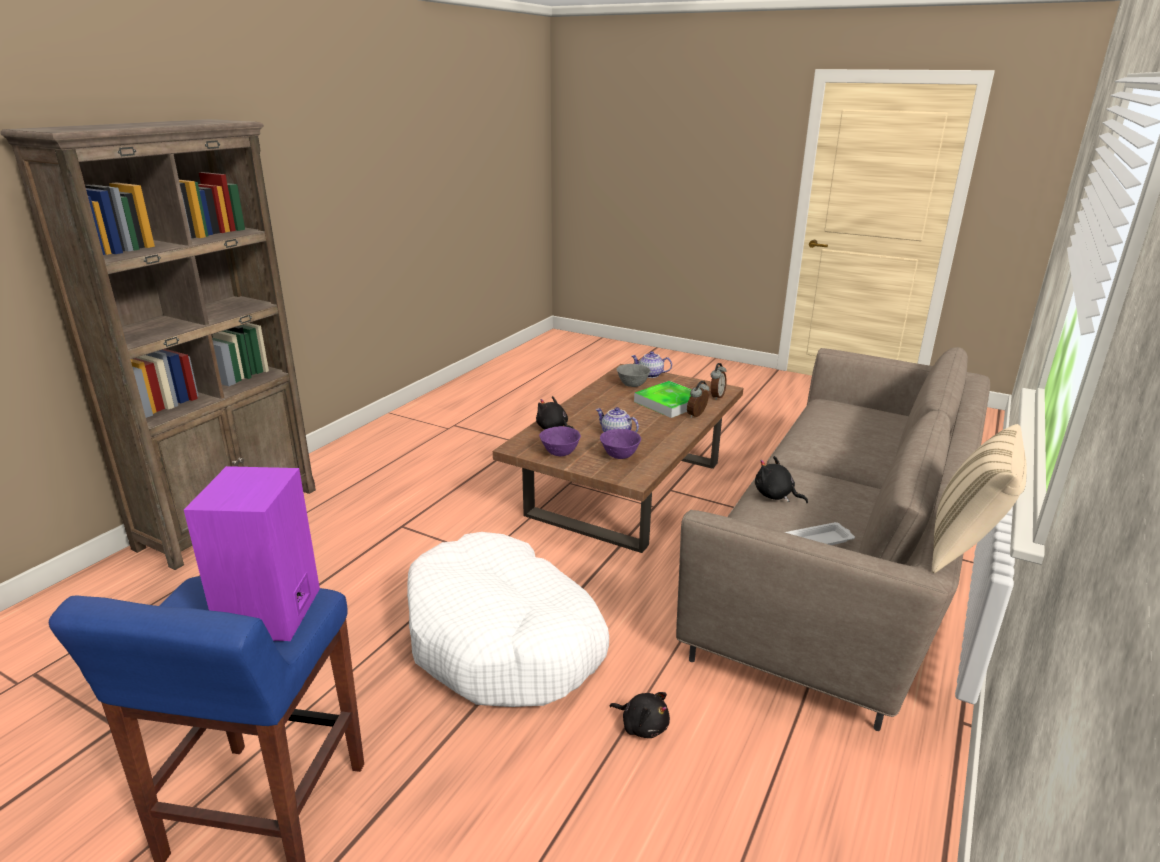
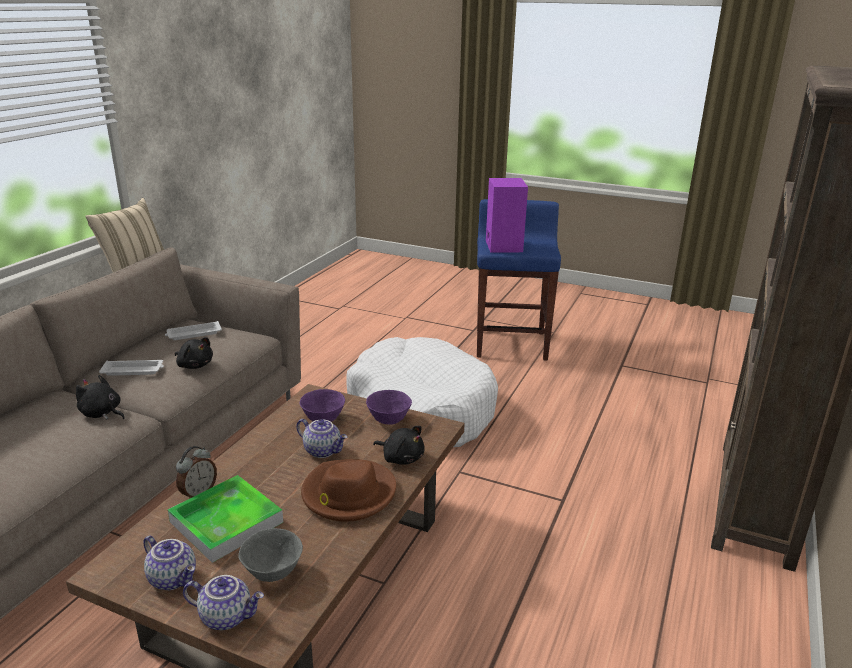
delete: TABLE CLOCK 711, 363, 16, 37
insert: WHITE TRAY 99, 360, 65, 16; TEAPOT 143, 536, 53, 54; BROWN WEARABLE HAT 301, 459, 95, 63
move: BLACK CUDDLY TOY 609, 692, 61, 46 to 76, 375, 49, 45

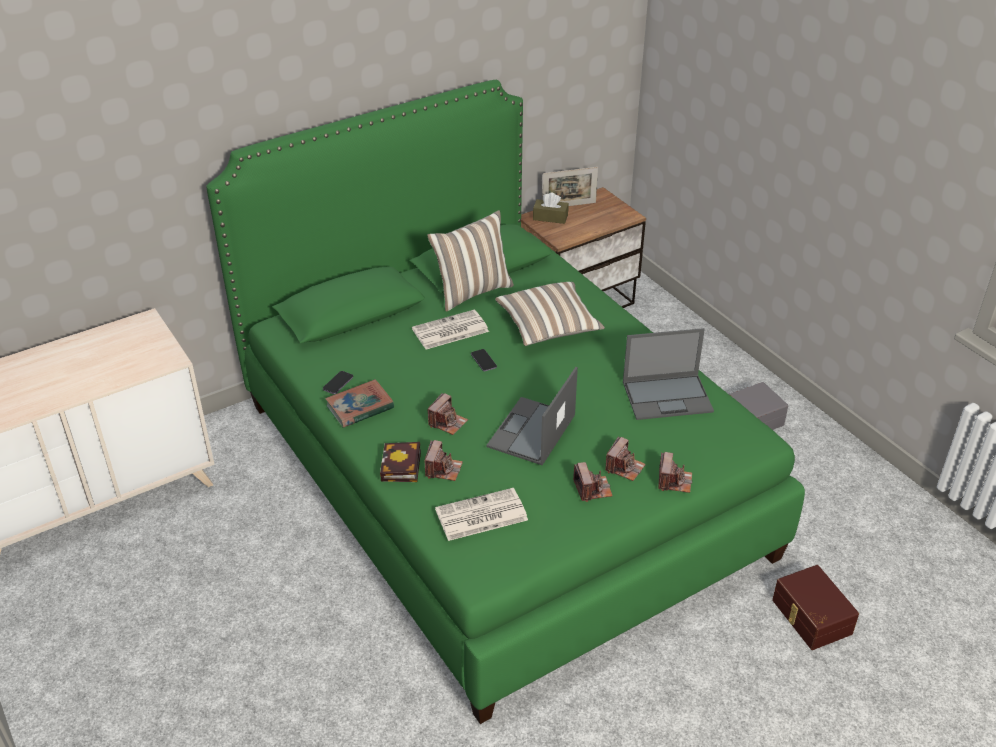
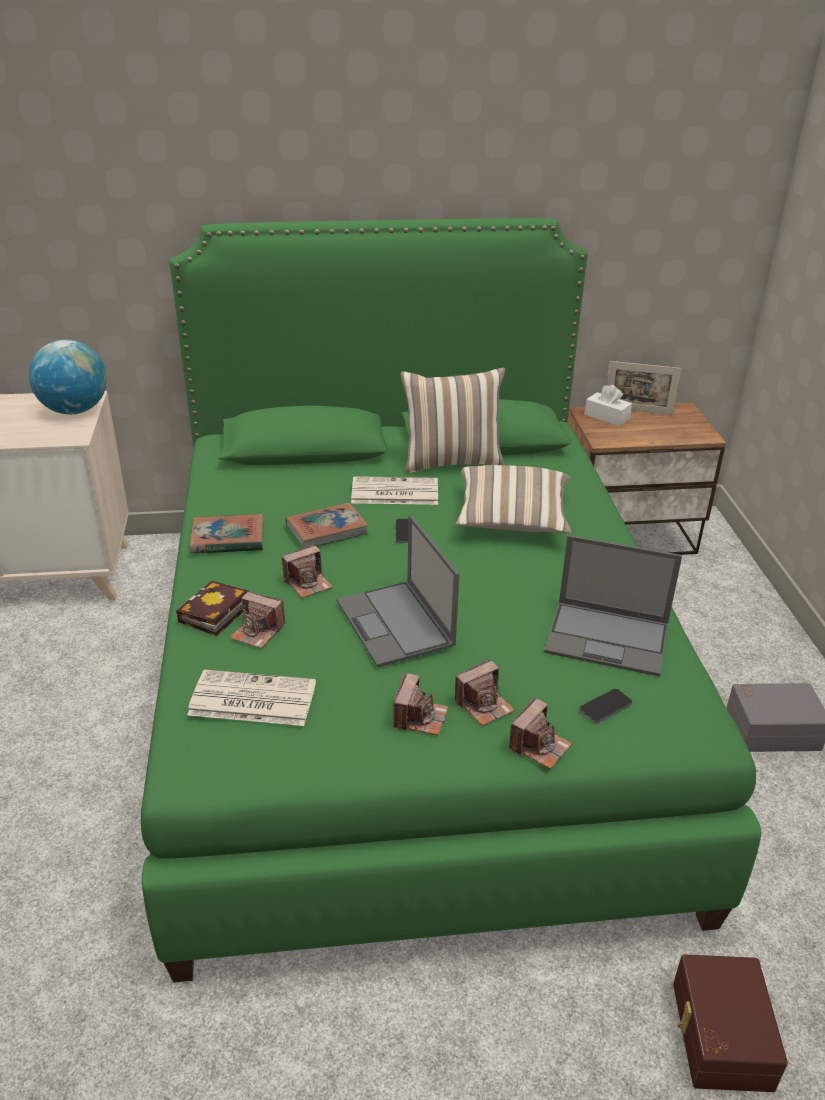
insert: WORLD GLOBE 29, 340, 78, 74; BOUND BOOK 285, 502, 84, 46
move: TELEPHONE 323, 371, 30, 23 to 579, 689, 53, 34
recolor: BROWN BOX OF TISSUES 533, 192, 36, 32 to WHITE BOX OF TISSUES 585, 385, 47, 41
rotate: PHOTO CAMERA 425, 440, 38, 41 = 230, 592, 55, 57 75 degrees clockwise; LAPTOP 486, 367, 92, 98 = 337, 515, 122, 152 75 degrees counterclockwise

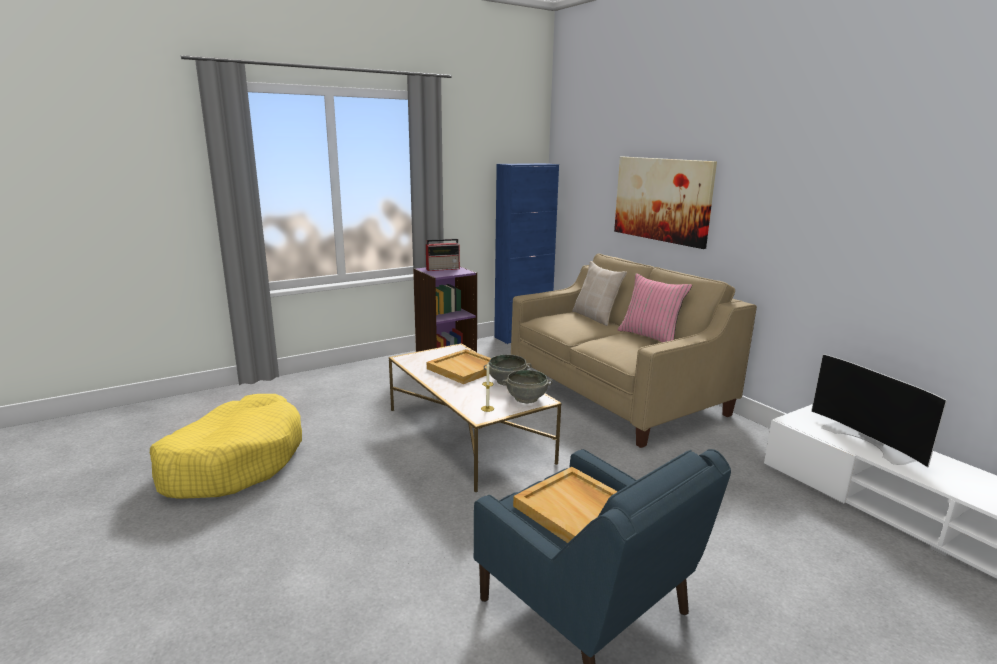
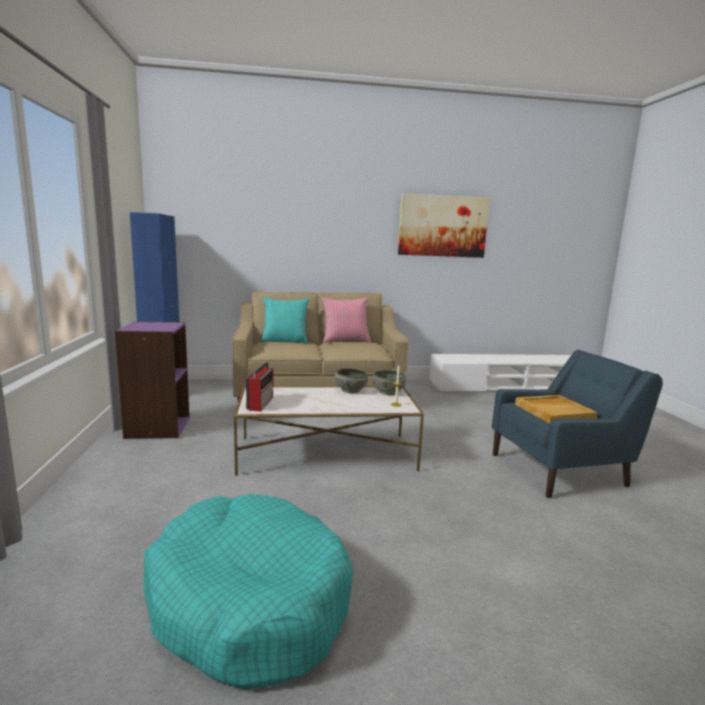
delete: SAND-COLOURED TRAY 427, 349, 64, 35; TV SET 811, 354, 136, 114
move: RADIO RECEIVER 426, 239, 34, 32 to 246, 362, 27, 50; WALL ART 614, 157, 103, 92 to 398, 193, 92, 65
recolor: YELLOW-COLOURED DOG CUSHION 150, 394, 152, 105 to TURQUOISE-COLOURED DOG CUSHION 144, 494, 209, 195; SAND-COLOURED THROW PILLOW 572, 261, 55, 65 to TURQUOISE-COLOURED THROW PILLOW 261, 297, 48, 46

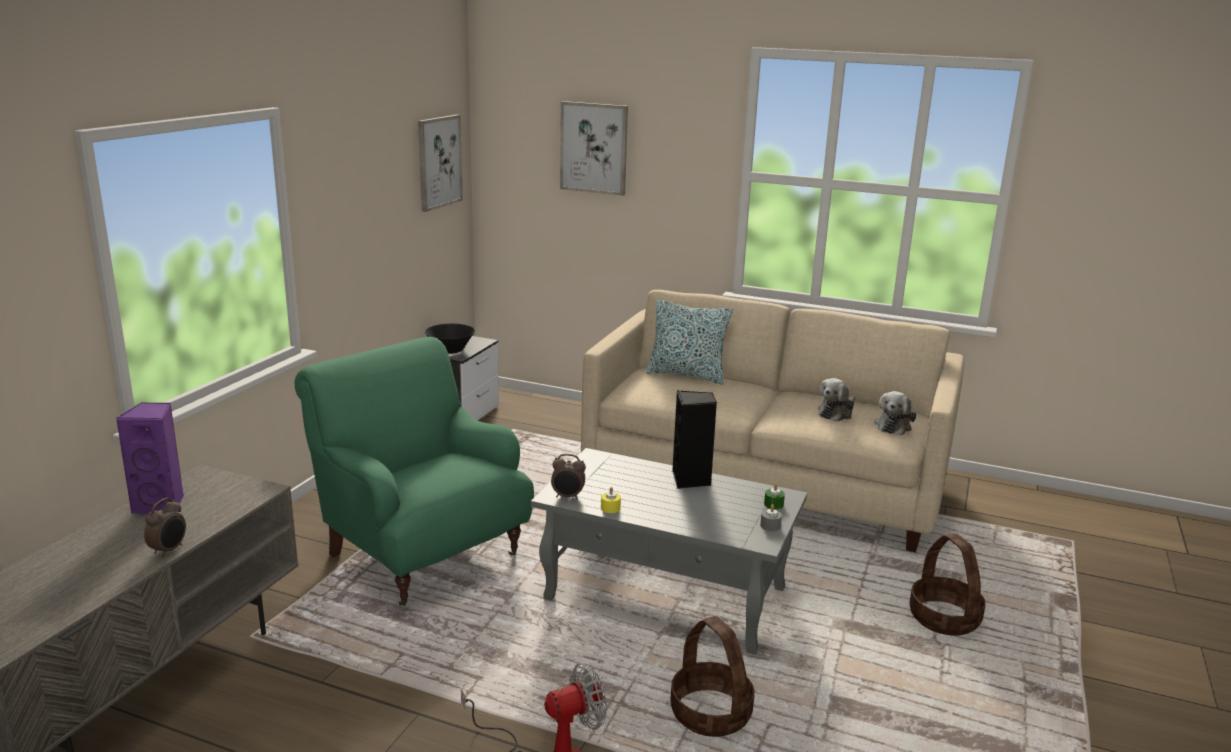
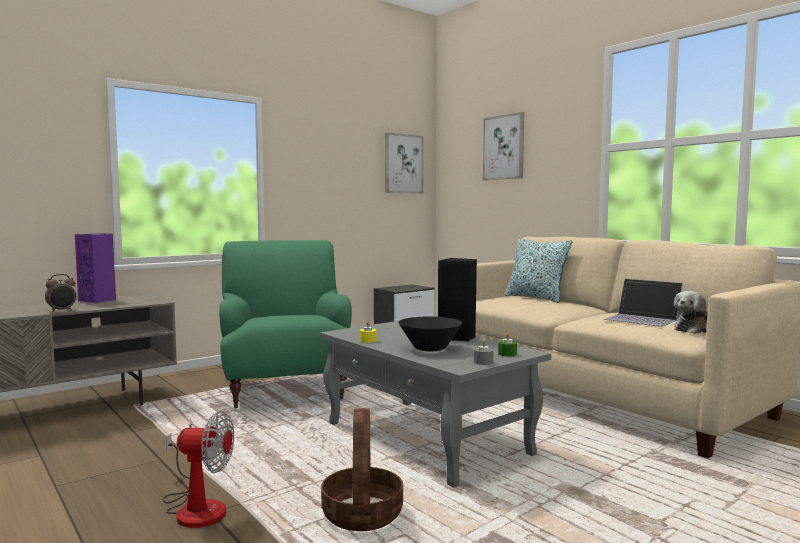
delete: TABLE CLOCK 551, 454, 35, 45; HOUSEHOLD BASKET 909, 534, 77, 102
move: BLACK SERVING BOWL 425, 324, 50, 30 to 398, 317, 65, 34
replace: CUDDLY TOY 818, 378, 37, 44 to LAPTOP 604, 279, 79, 48

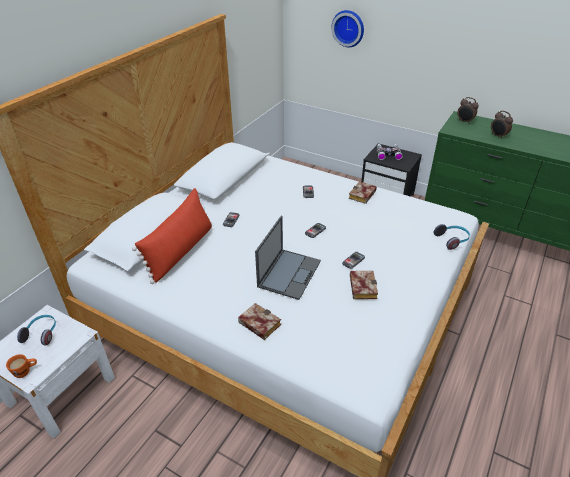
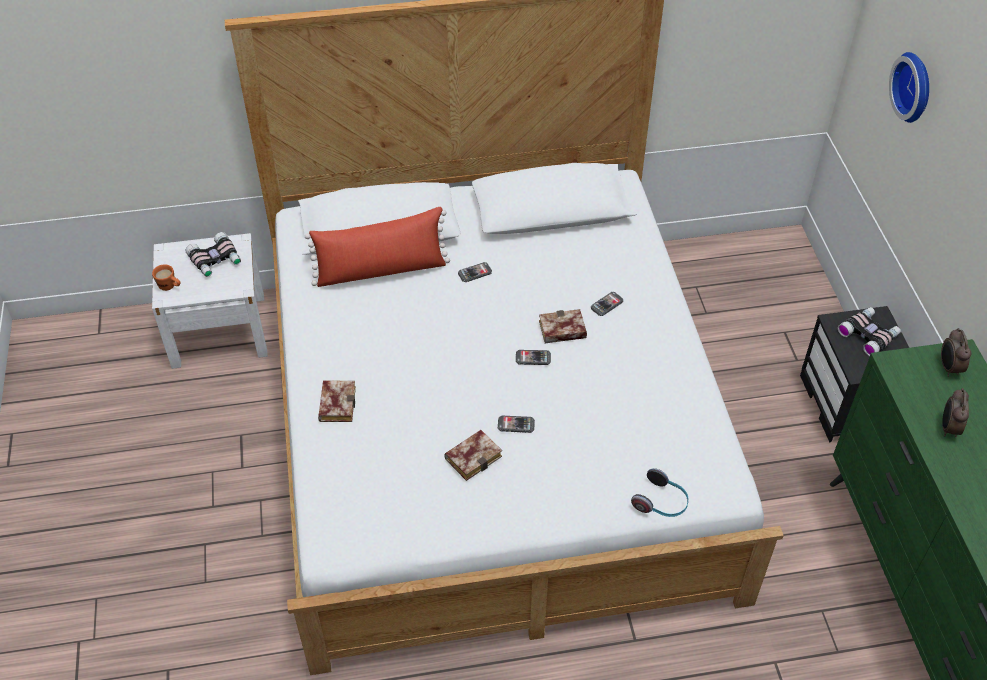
delete: LAPTOP 255, 216, 66, 84
move: BOUND BOOK 349, 181, 28, 23 to 539, 309, 48, 34
replace: HEADSET 17, 315, 39, 31 to BINOCULARS 185, 232, 56, 45

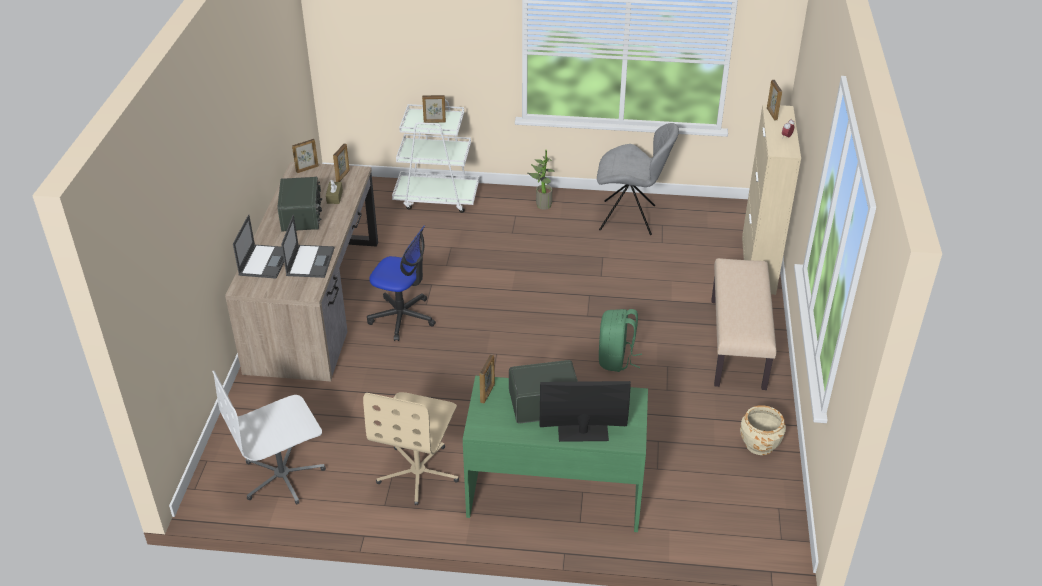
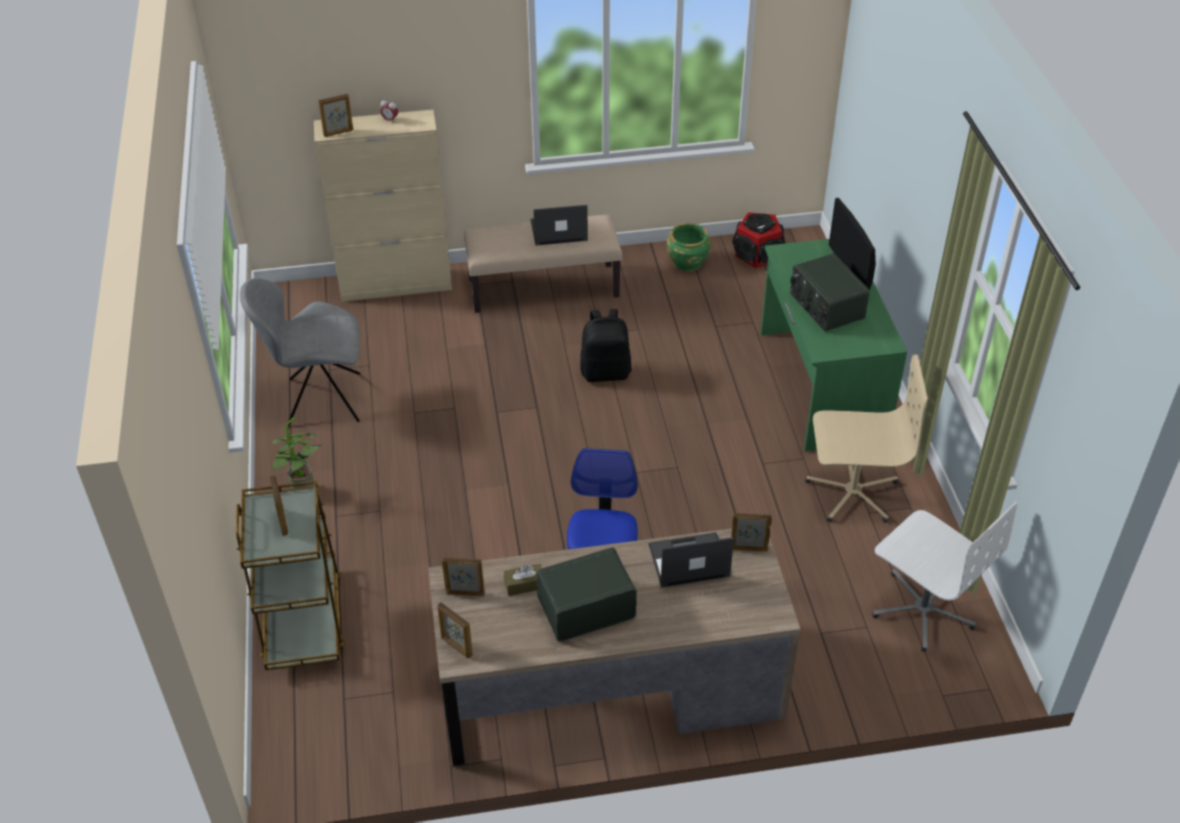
insert: LOUDSPEAKER 733, 212, 53, 56
move: LAPTOP 233, 215, 51, 64 to 530, 205, 58, 41; STANDING FRAME 479, 354, 16, 50 to 731, 513, 41, 39
recolor: WHITE WHEELED CART 392, 100, 87, 113 to BROWN WHEELED CART 236, 481, 109, 189; GREEN-COLOURED KNAPSACK 599, 309, 43, 63 to BLACK KNAPSACK 580, 309, 52, 73; SAND-COLOURED PLANTER 740, 405, 46, 50 to GREEN-COLOURED PLANTER 667, 223, 44, 49
rotate: GREY UPRIGHT CHAIR 597, 123, 82, 112 = 240, 278, 120, 150 90 degrees counterclockwise

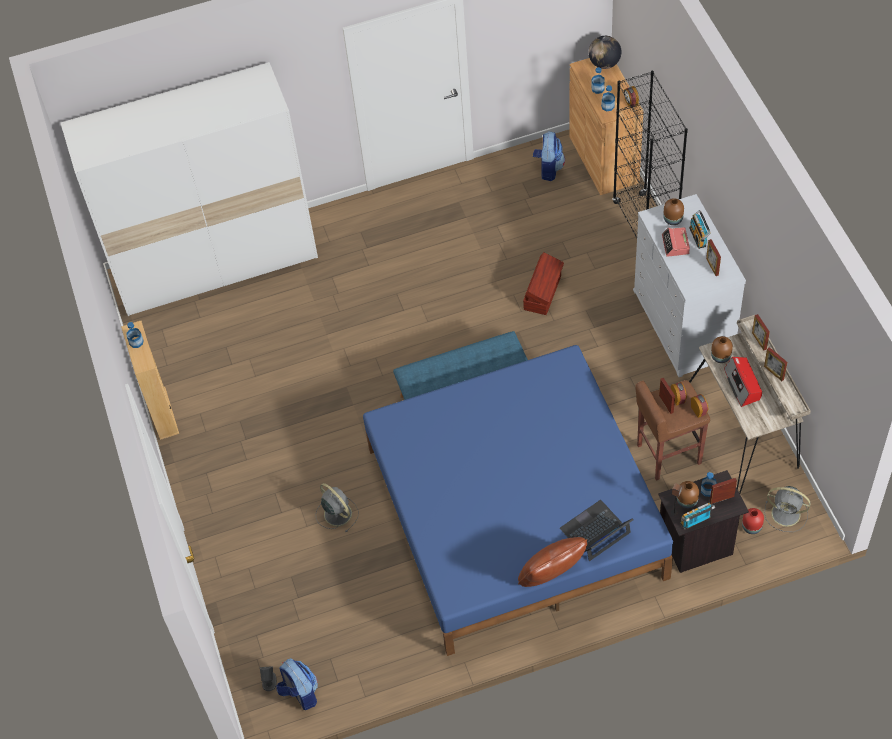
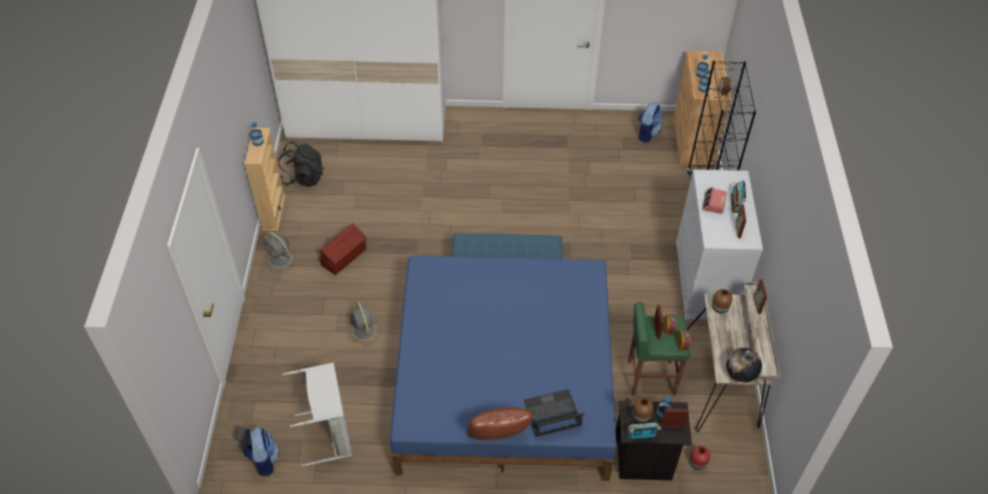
delete: BROWN FLOWER VASE 663, 198, 21, 27; RADIO RECEIVER 724, 357, 38, 50; STANDING FRAME 764, 347, 23, 34
insert: BLACK KNAPSACK 278, 141, 46, 46; GREY WASHING BASKET 282, 362, 70, 104
move: BROWN STORAGE BIN 523, 252, 41, 63 to 319, 223, 48, 52; WORLD GLOBE 589, 36, 32, 33 to 726, 348, 36, 35; GREY FAN 764, 486, 46, 46 to 264, 232, 35, 41
recolor: BROWN STOOL SEAT 635, 380, 75, 101 to GREEN-COLOURED STOOL SEAT 628, 302, 62, 93

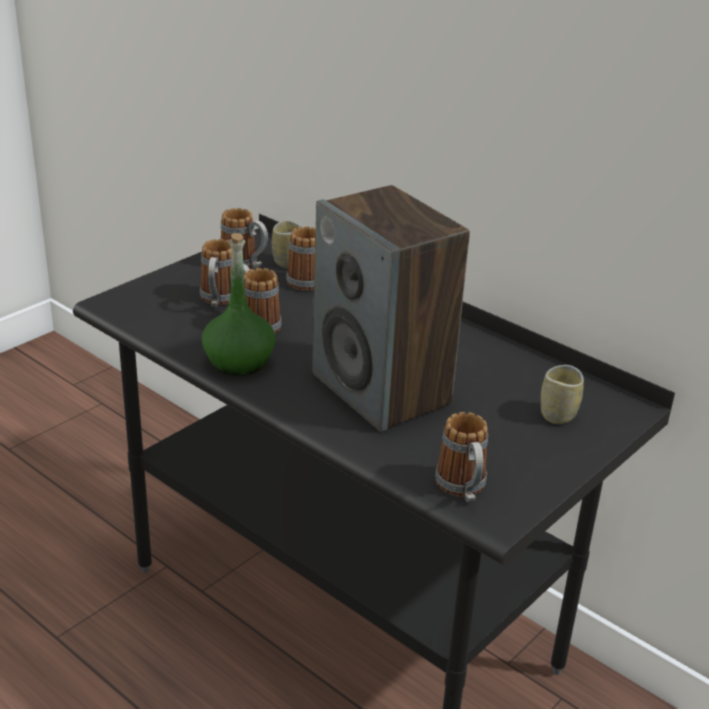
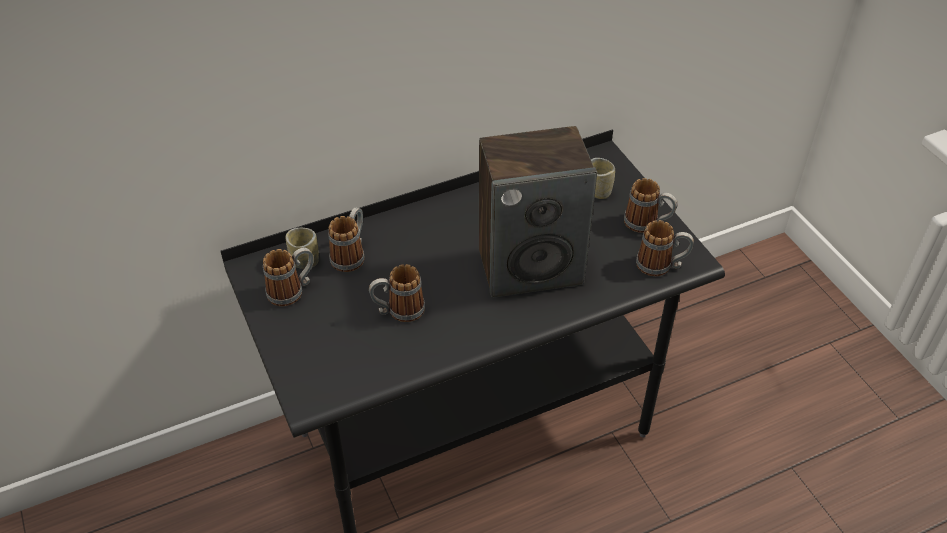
delete: GREEN-COLOURED DRINK BOTTLE 202, 233, 74, 143
move: TEA MUG 200, 239, 32, 68 to 624, 178, 54, 55

